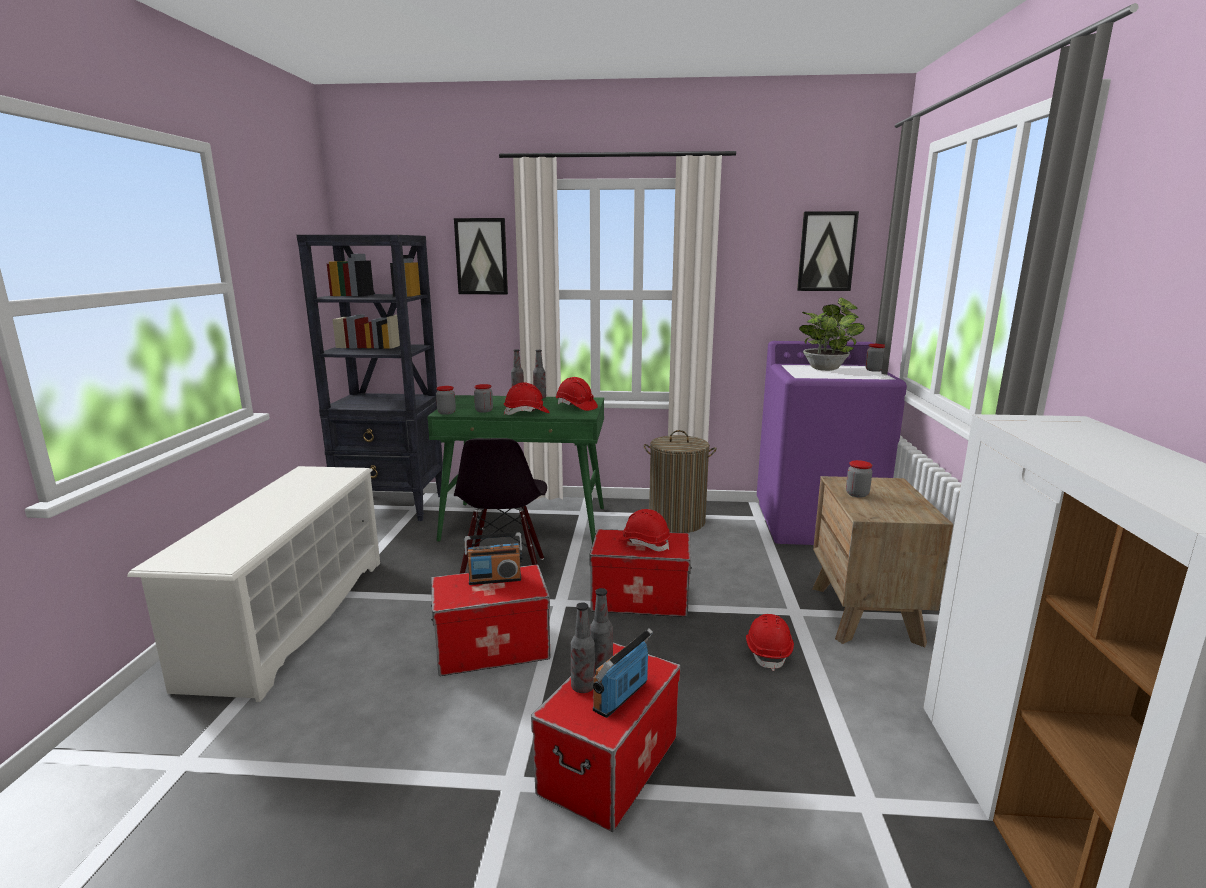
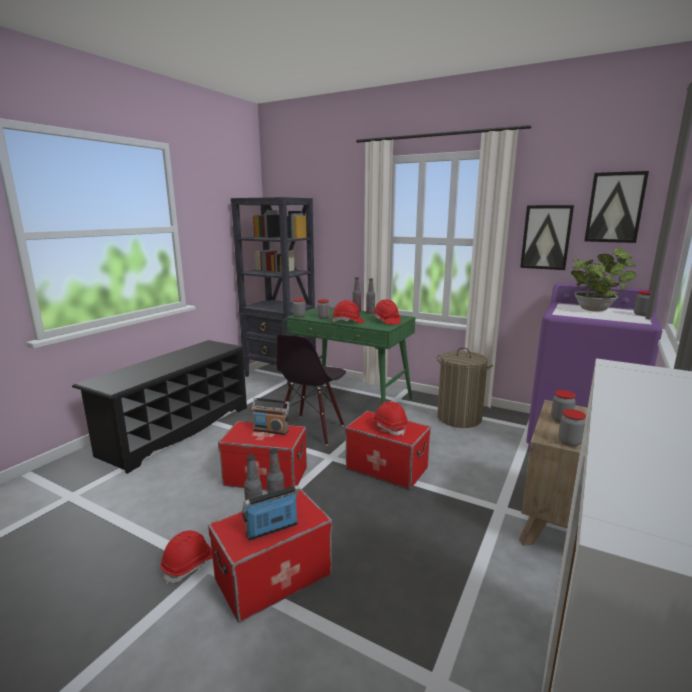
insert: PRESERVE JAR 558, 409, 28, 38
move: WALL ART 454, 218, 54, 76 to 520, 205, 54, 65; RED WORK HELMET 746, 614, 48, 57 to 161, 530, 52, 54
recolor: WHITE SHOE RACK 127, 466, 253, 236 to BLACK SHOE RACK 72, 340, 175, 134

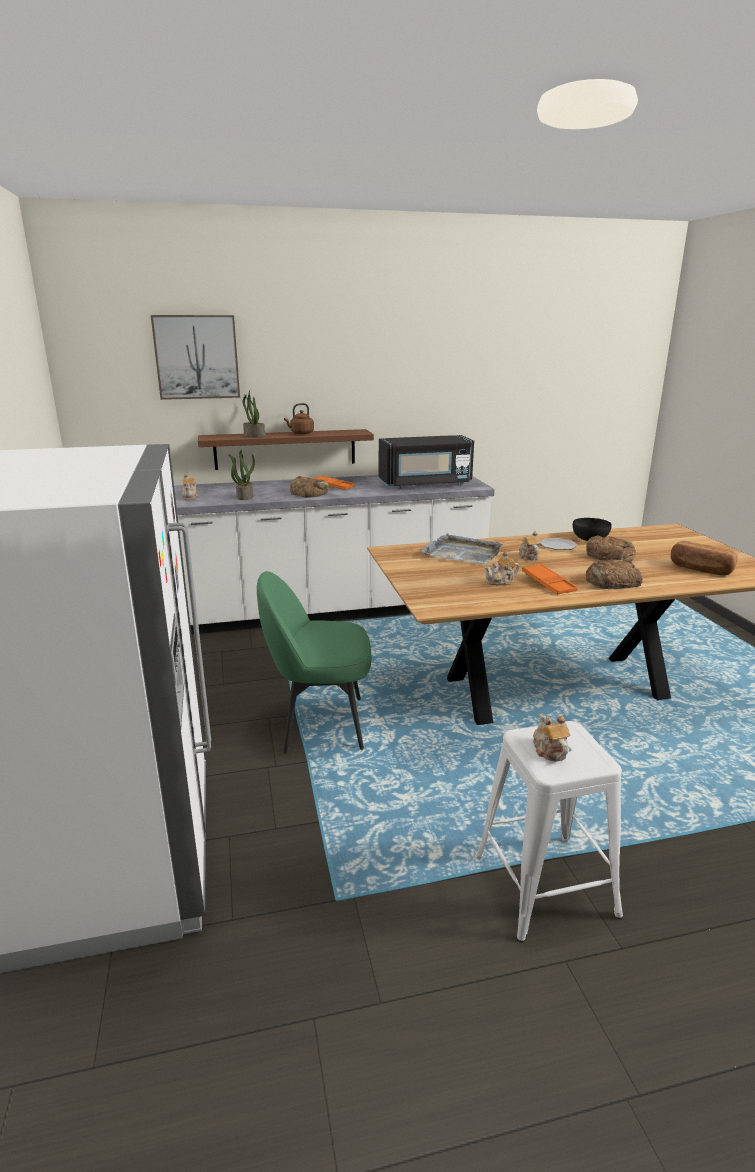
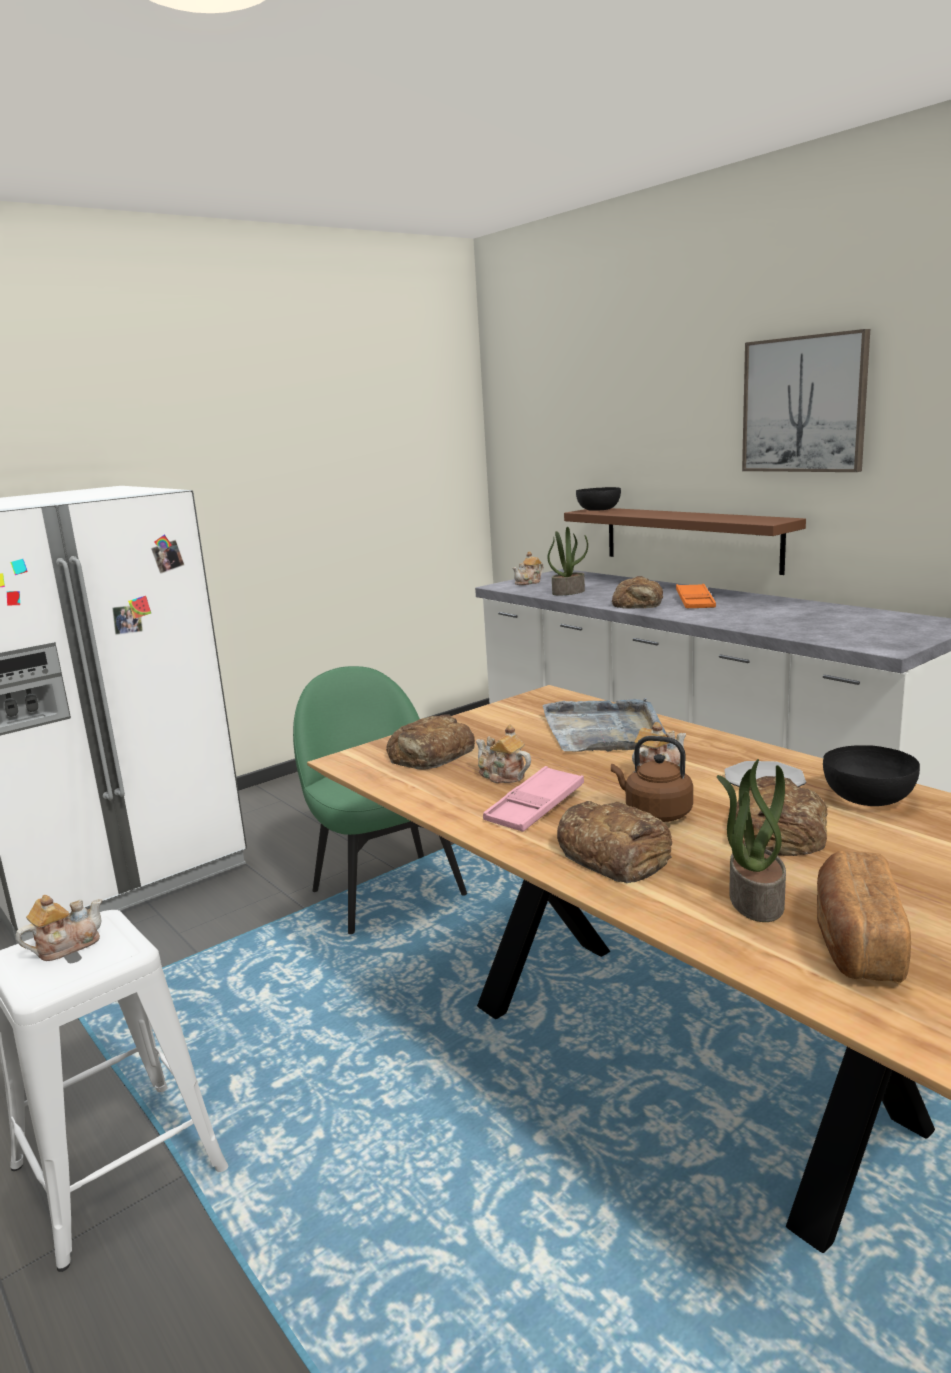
delete: BLACK MICROWAVE OVEN 379, 435, 95, 53
insert: BAKERY BREAD 386, 714, 89, 55; BLACK SERVING BOWL 576, 487, 45, 24
move: WALL ART 151, 315, 89, 85 to 742, 329, 128, 143; HOUSEPLANT 243, 390, 22, 47 to 717, 759, 69, 163; BROWN WATER KETTLE 284, 403, 30, 31 to 611, 736, 82, 86
recolor: ORANGE-COLOURED TRAY 522, 564, 56, 31 to PINK TRAY 483, 766, 101, 66

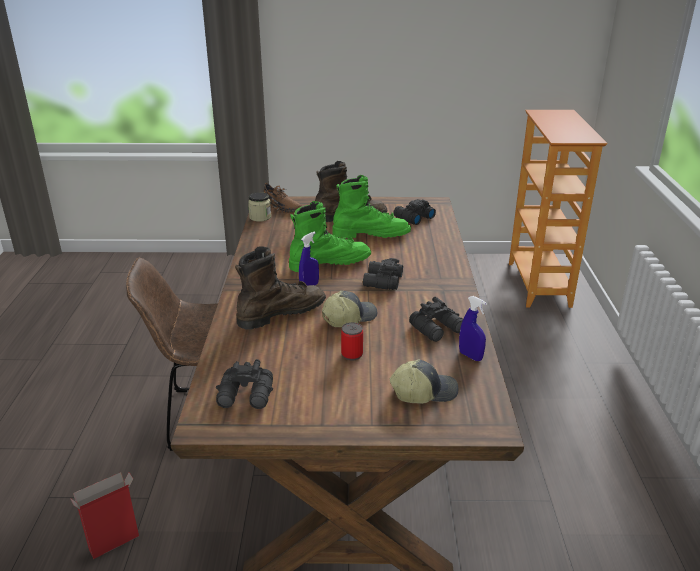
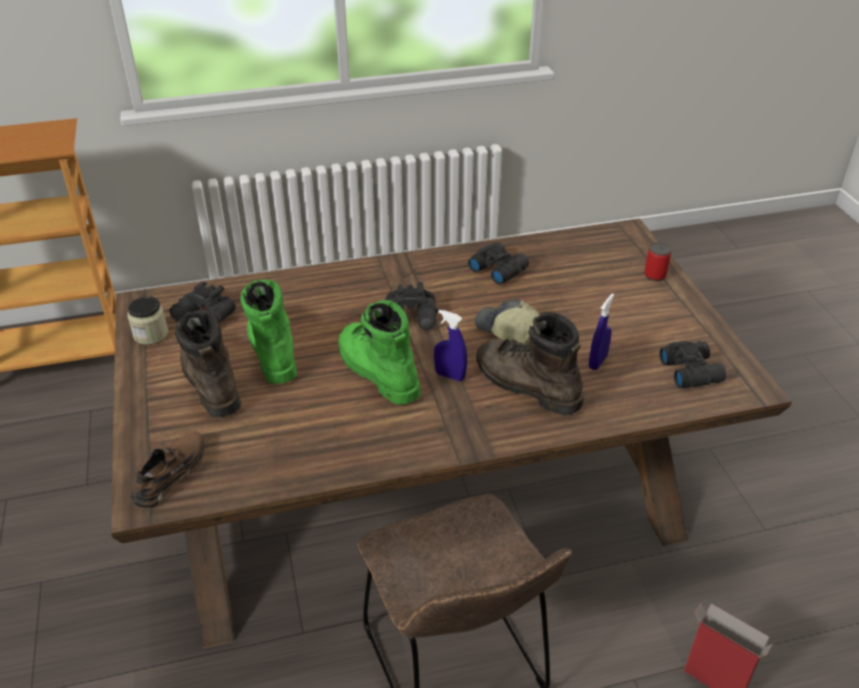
delete: BASEBALL CAP 390, 359, 68, 45
move: PRESERVE JAR 248, 192, 23, 30 to 127, 296, 41, 49; SEALED CAN 341, 322, 22, 38 to 644, 243, 27, 38; BLUISH HAND SPRAYER 459, 296, 28, 65 to 589, 293, 25, 77

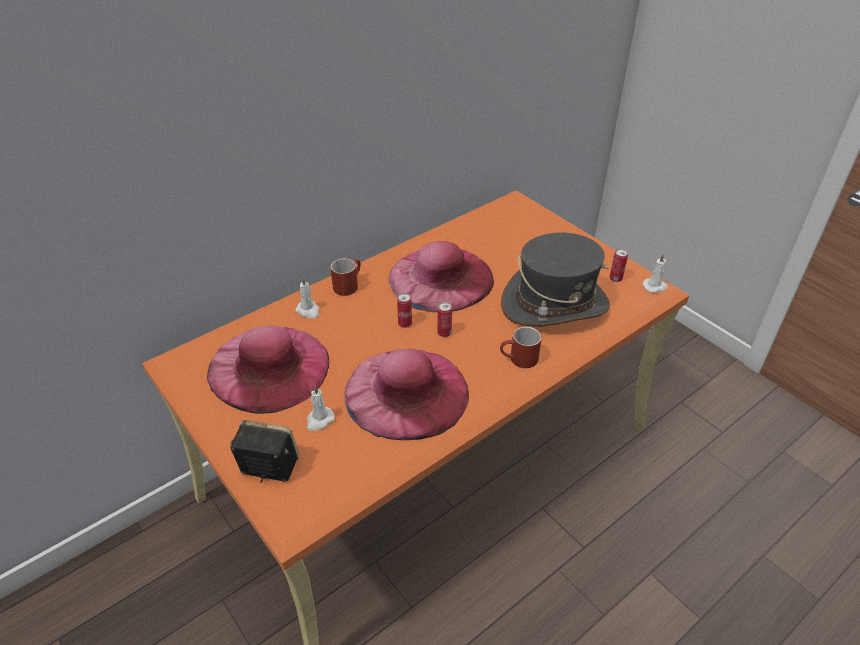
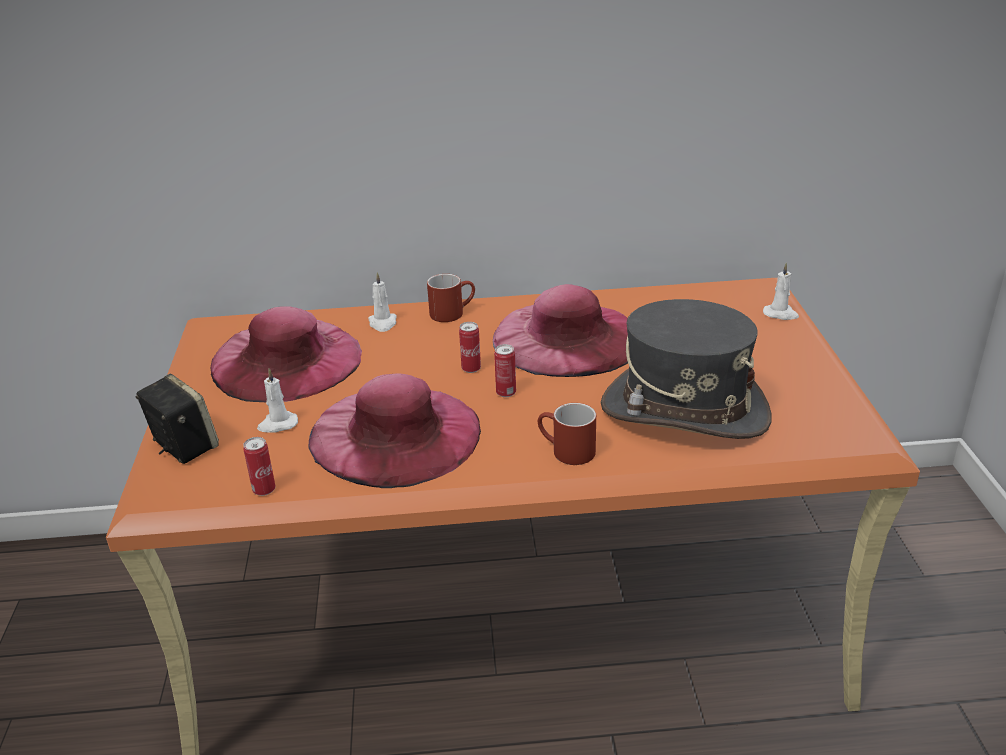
move: SEALED CAN 609, 249, 19, 33 to 243, 437, 32, 59; WHITE WAX LIGHT 642, 254, 26, 39 to 763, 262, 36, 58

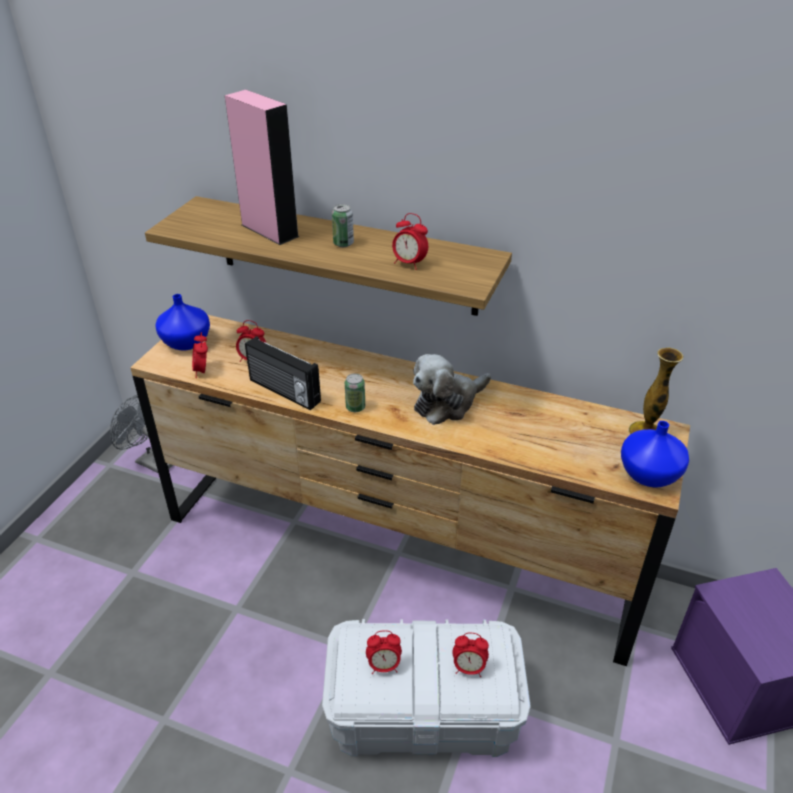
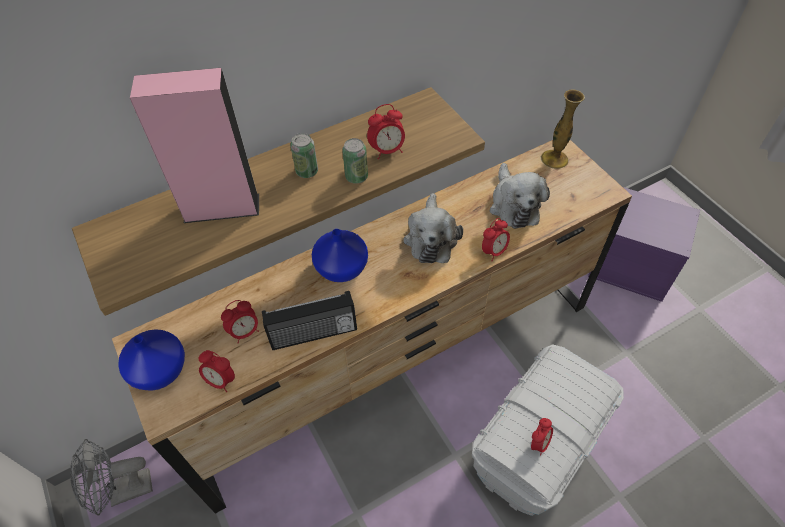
insert: CUDDLY TOY 490, 163, 60, 66
move: SEALED CAN 345, 373, 20, 39 to 342, 138, 26, 46; TABLE CLOCK 452, 633, 37, 44 to 482, 218, 28, 44; BLUISH FLOWER VASE 621, 421, 68, 67 to 312, 229, 56, 53

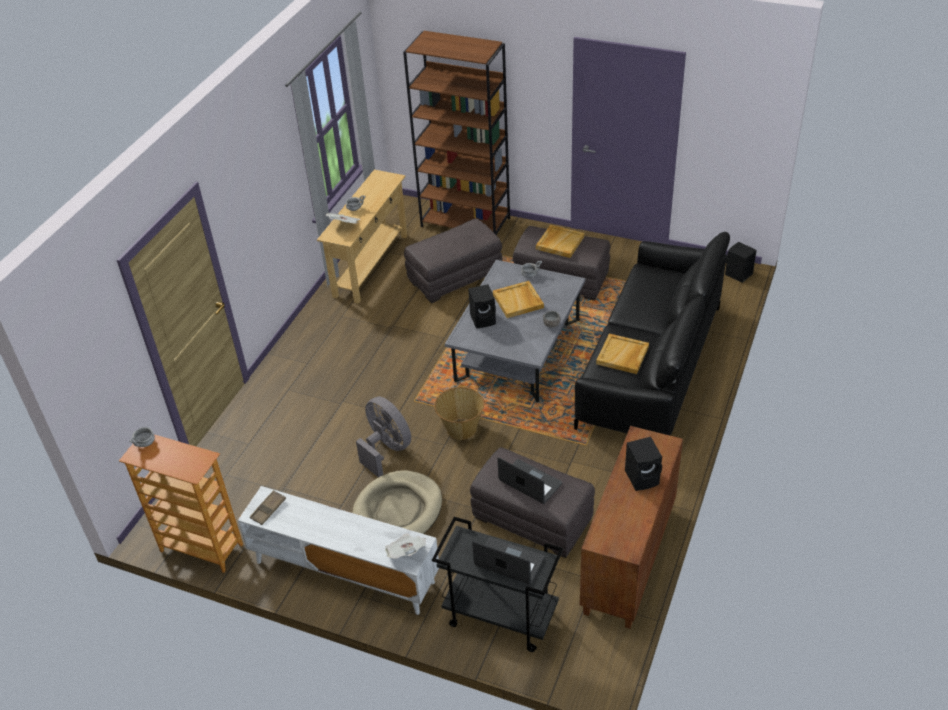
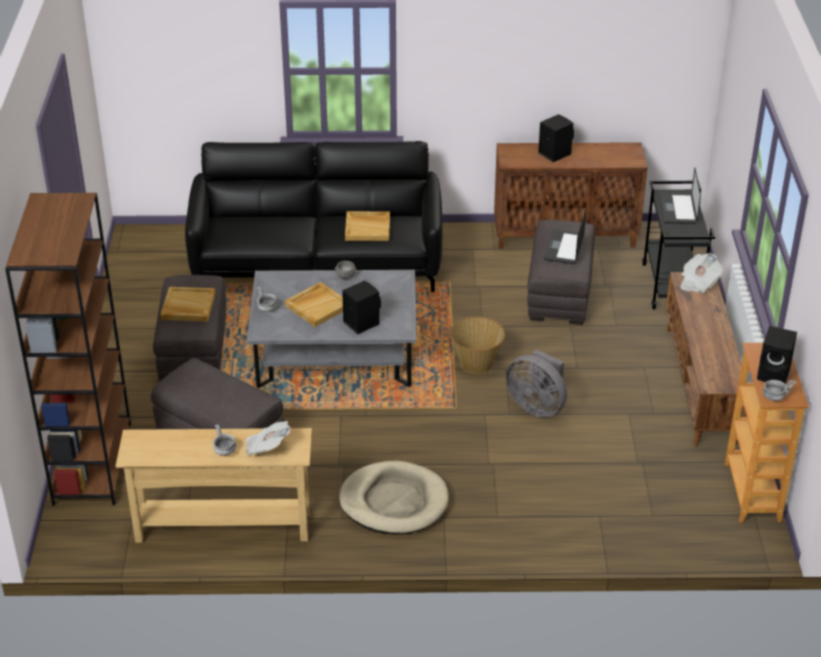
delete: BROWN TRAY 250, 490, 36, 35
move: SAND-COLOURED DOG CUSHION 352, 470, 90, 64 to 339, 461, 110, 73; BLACK LOUDSPEAKER 725, 242, 32, 41 to 757, 326, 40, 57
recolor: WHITE TV UNIT 238, 486, 201, 129 to BROWN TV UNIT 666, 272, 81, 175
rotate: GREY FAN 356, 397, 55, 80 = 506, 349, 61, 69 75 degrees counterclockwise

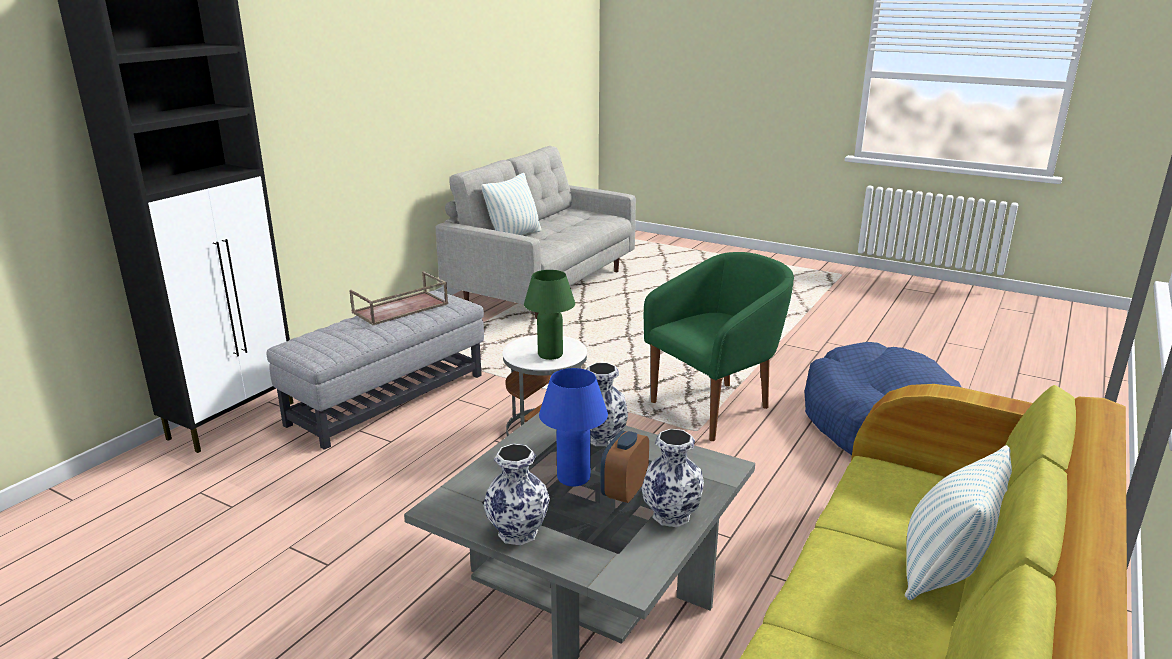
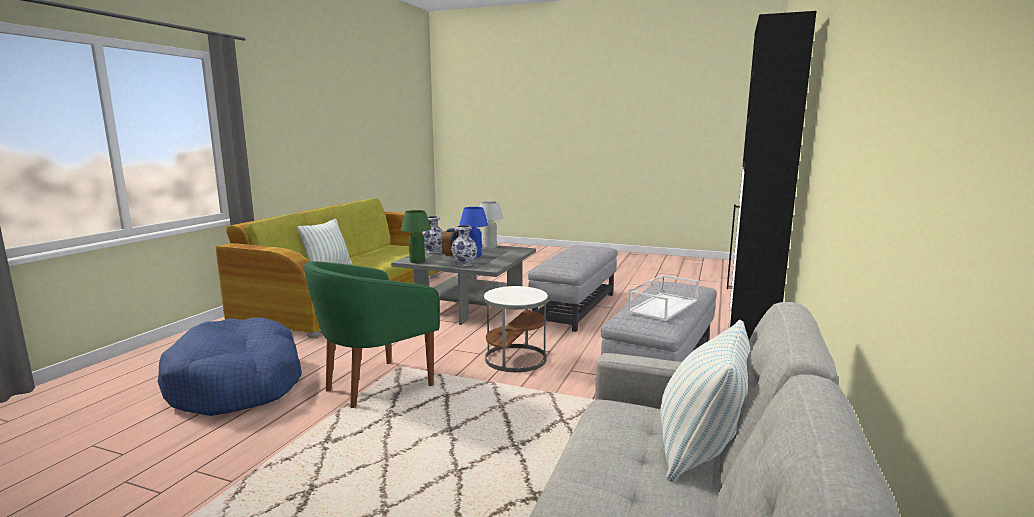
insert: GREY FOOTREST 528, 245, 89, 87
move: GREEN-COLOURED LAMP FOR A TABLE 524, 270, 51, 90 to 401, 210, 30, 53
replace: FLOWER VASE 483, 444, 67, 101 to WHITE LAMP FOR A TABLE 480, 201, 23, 48
recolor: BROWN TRAY 349, 272, 99, 54 to WHITE TRAY 628, 275, 71, 46

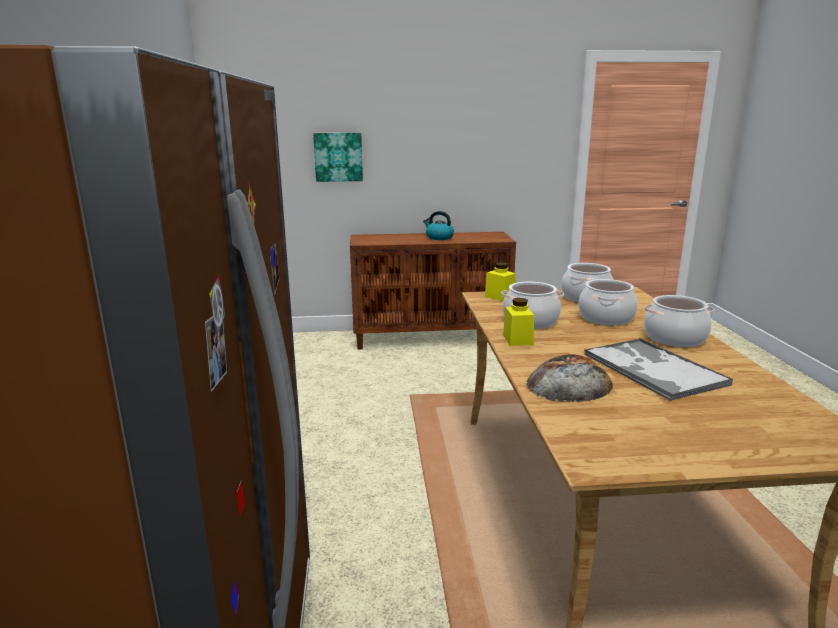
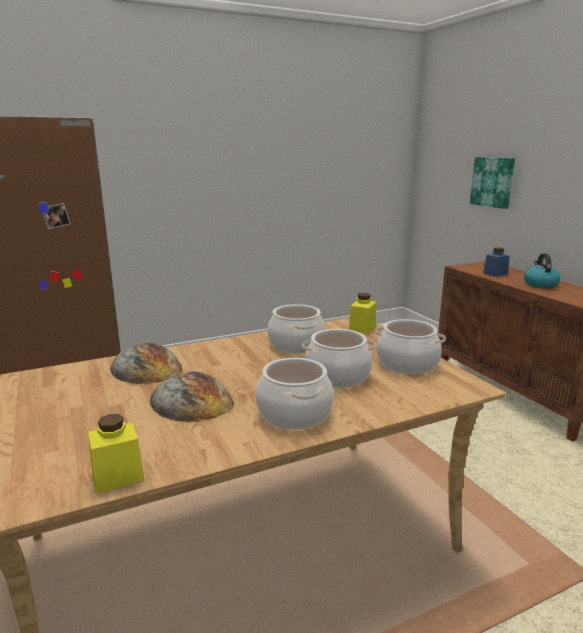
insert: BLUISH PRESERVE JAR 483, 247, 27, 30
move: YELLOW-COLOURED PRESERVE JAR 503, 298, 31, 48 to 88, 414, 57, 79
replace: TRAY 585, 338, 148, 63 to BAKERY BREAD 150, 371, 84, 51

